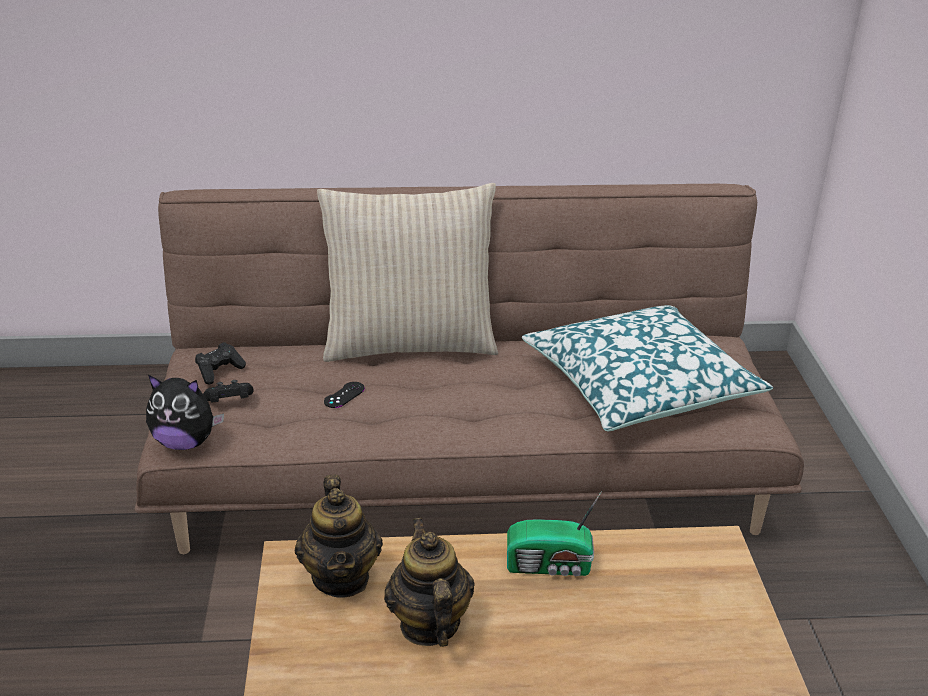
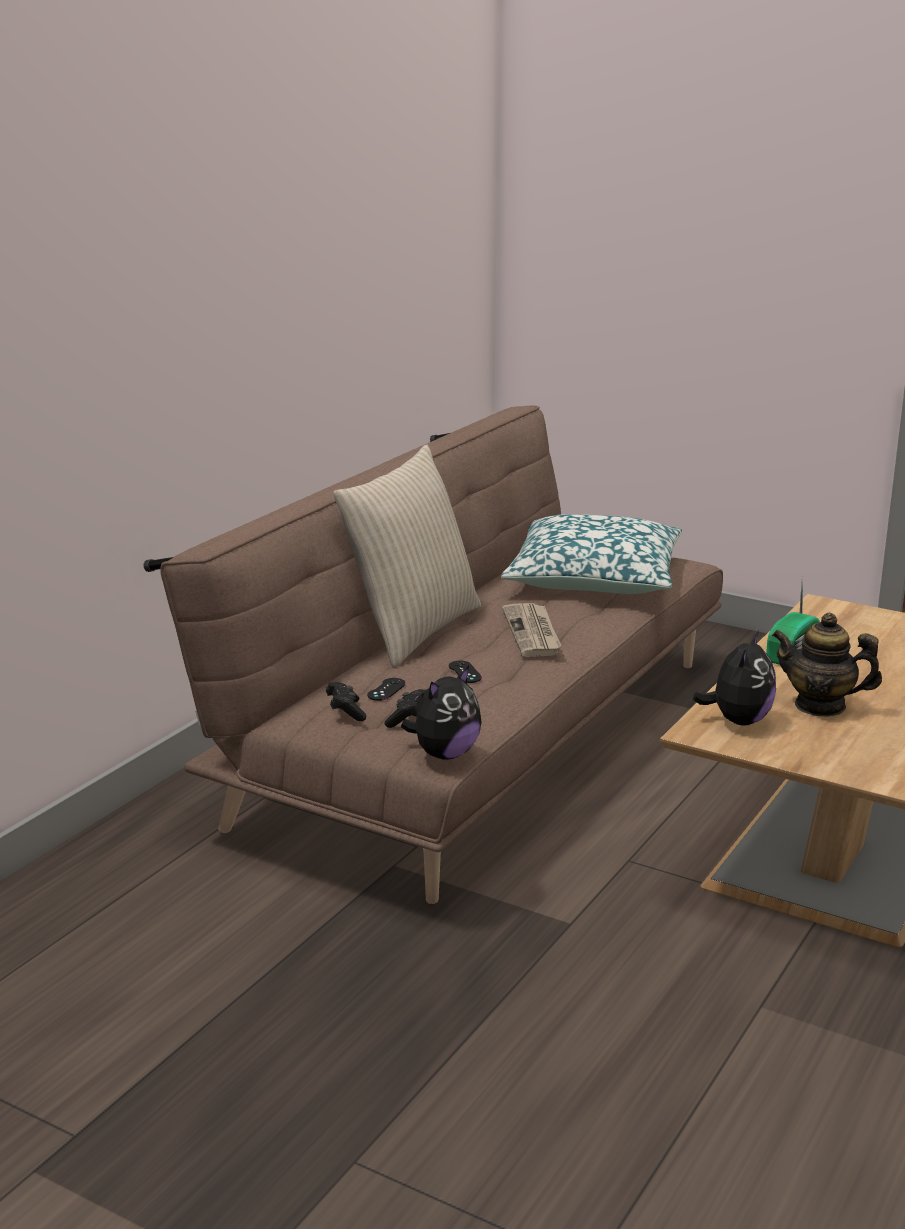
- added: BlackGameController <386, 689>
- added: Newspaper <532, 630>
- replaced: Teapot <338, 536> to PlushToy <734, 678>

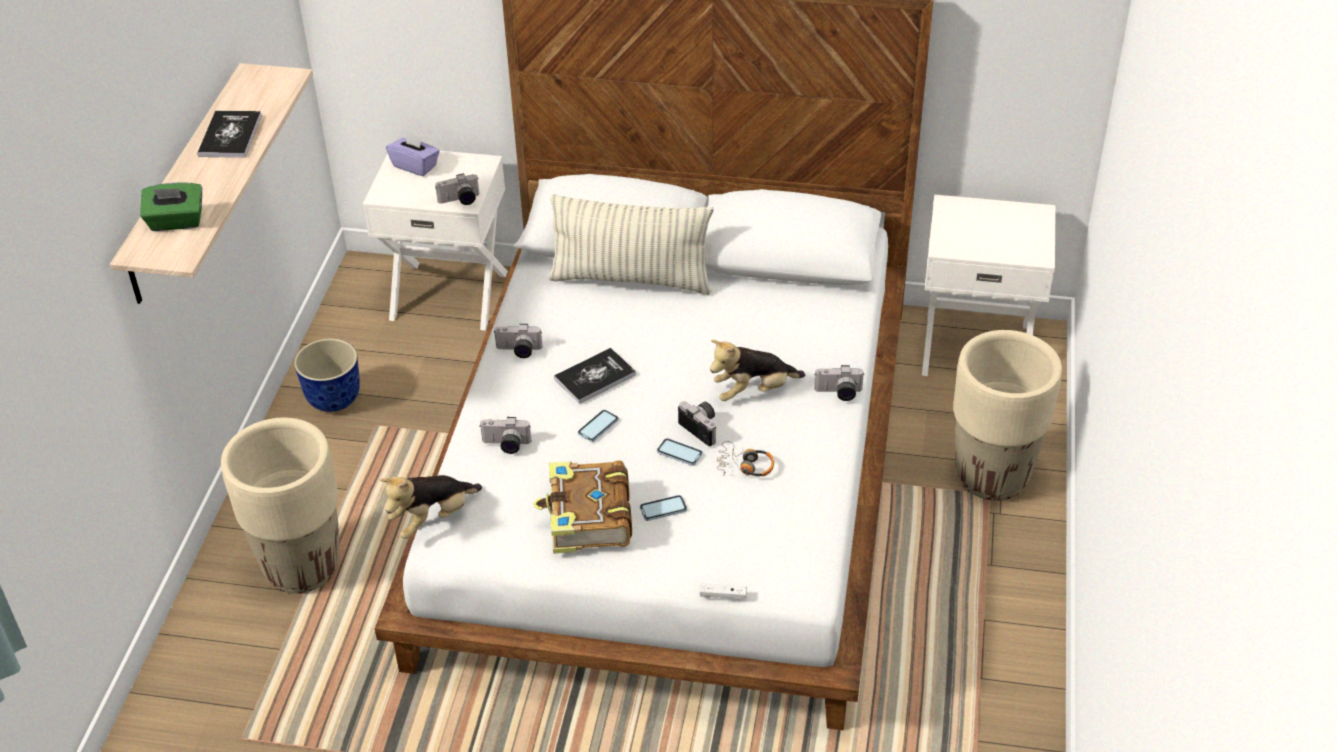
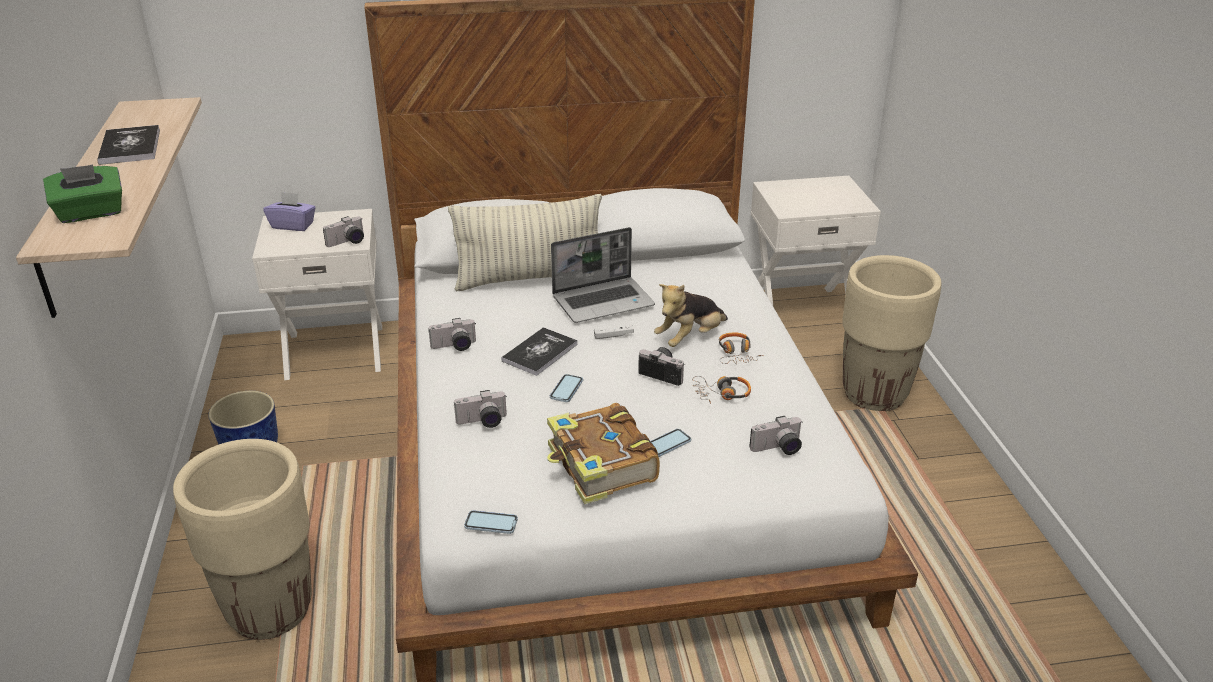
- removed: PlushToy <431, 507>
- added: Laptop <603, 275>
- added: Headphones <741, 348>
- moved: Phone <680, 452> to <491, 522>
- moved: WhiteGameController <723, 591> to <614, 331>
- moved: PhotoCamera <839, 383> to <775, 435>

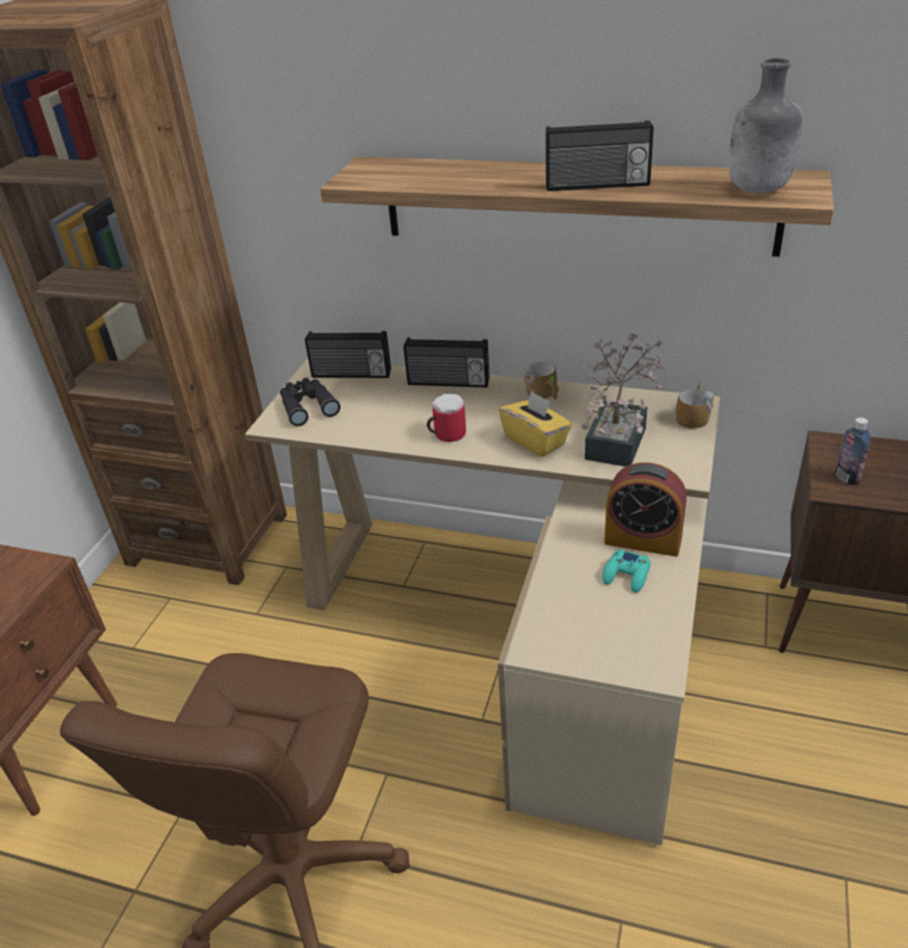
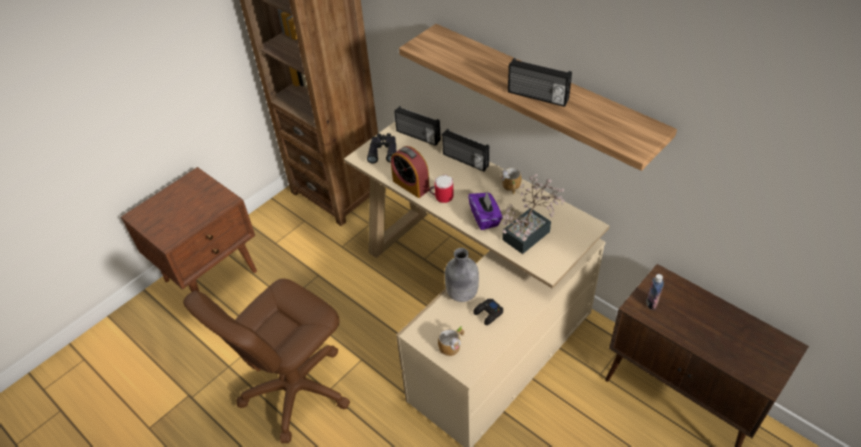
- moved: AlarmClock <645, 509> to <410, 172>
- moved: Mug <695, 405> to <451, 341>
- moved: GreyBottle <766, 125> to <462, 275>
- recoloured: YellowTissueBox <535, 424> to PurpleTissueBox <485, 211>
- recoloured: TurquoiseGameController <626, 571> to BlackGameController <488, 311>

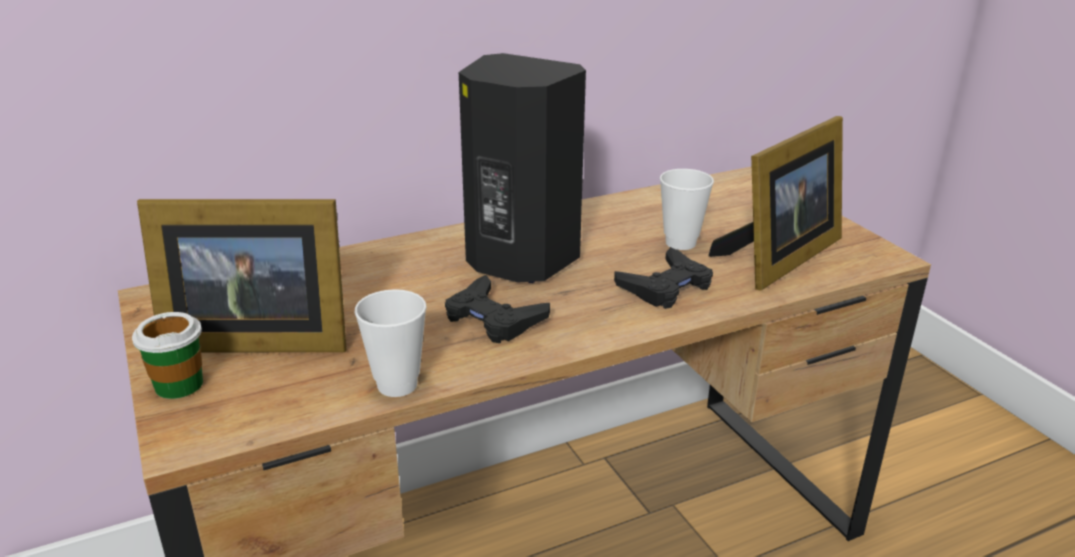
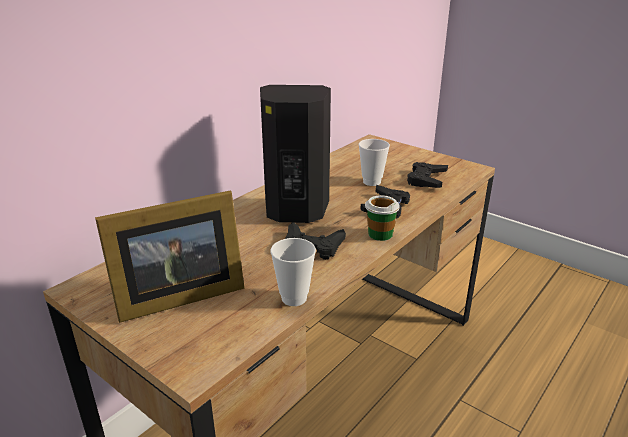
- moved: Cup <167, 355> to <382, 218>
- replaced: PictureFrame <776, 203> to BlackGameController <427, 175>

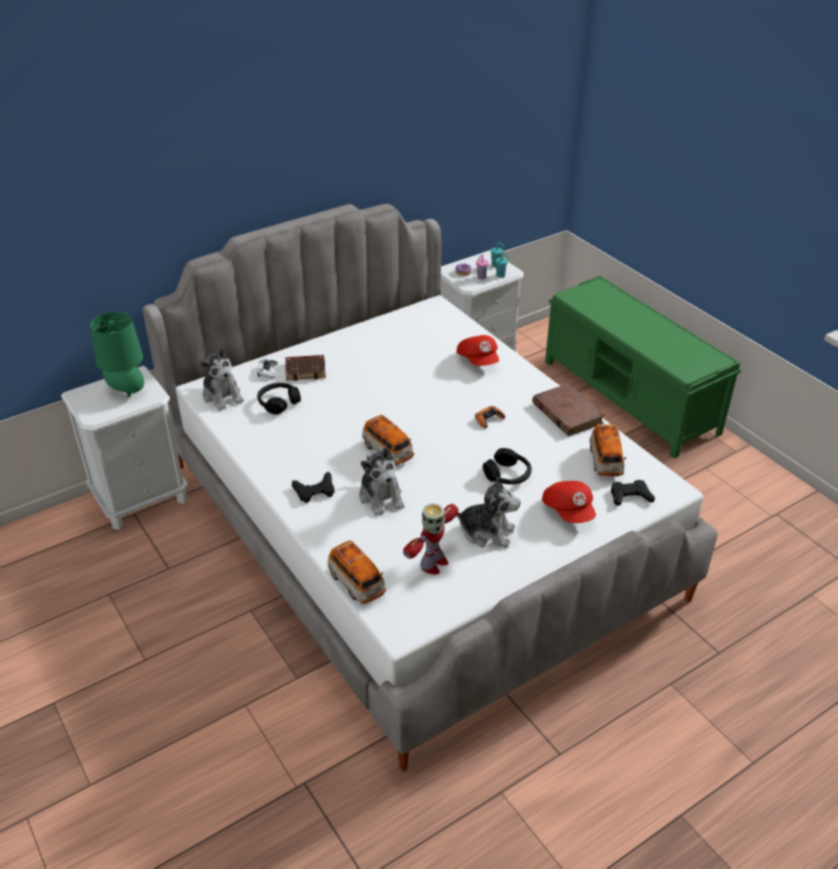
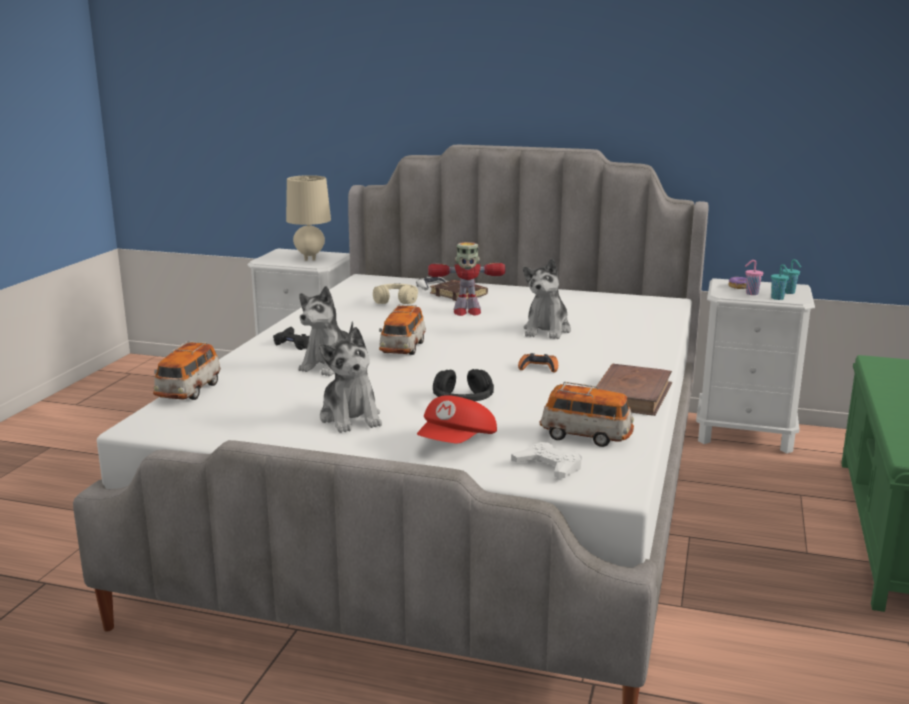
- removed: RedCap <478, 350>
- moved: PlushToy <222, 379> to <547, 298>
- moved: ToyRobot <430, 538> to <466, 279>
- recoloured: GreenTableLamp <117, 354> to BeigeTableLamp <308, 218>
- recoloured: BlackHeadphones <279, 399> to BeigeHeadphones <395, 294>
- recoloured: BlackGameController <633, 493> to WhiteGameController <546, 460>
- turned: ToyCar <608, 450> = <586, 414> 120 degrees counterclockwise

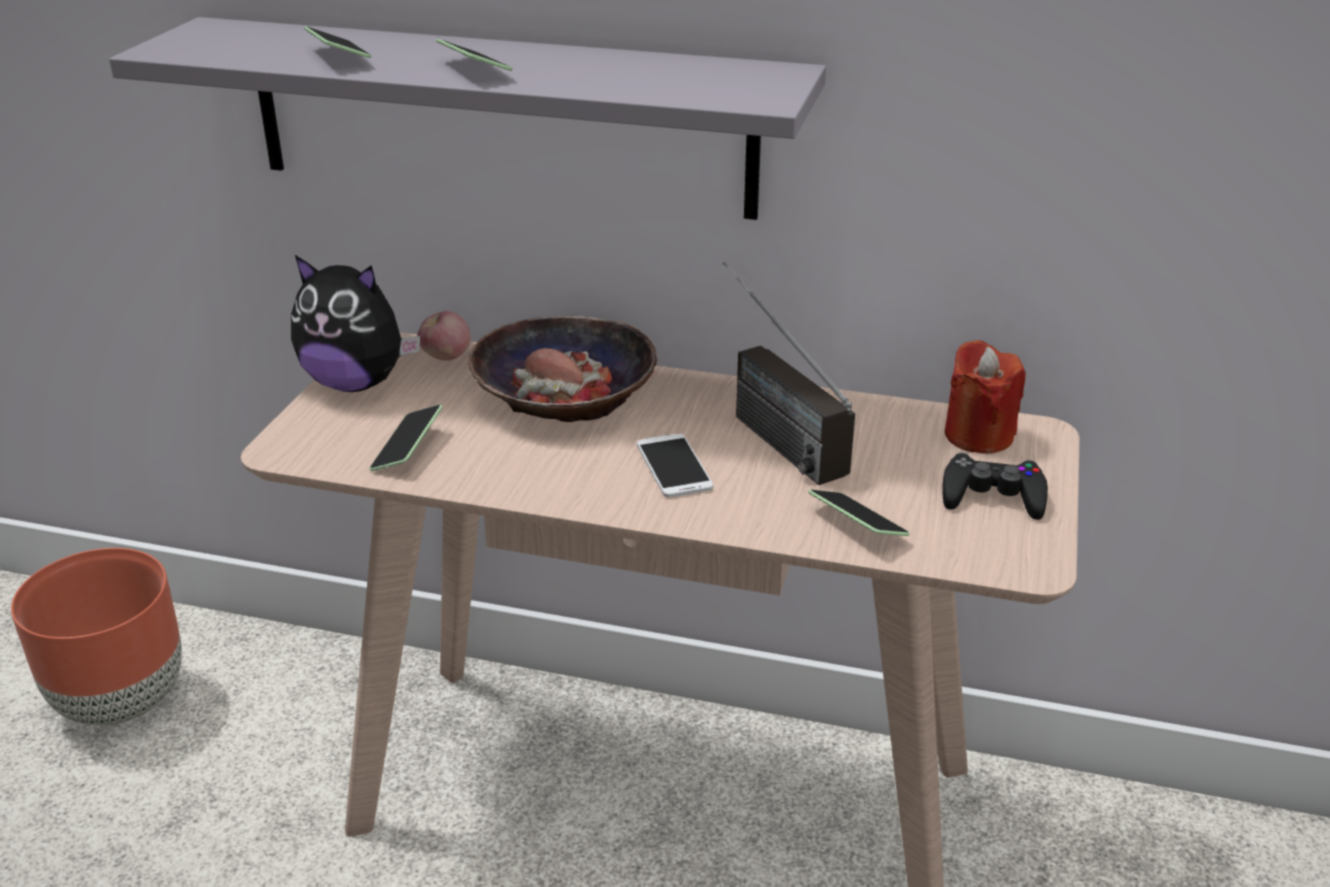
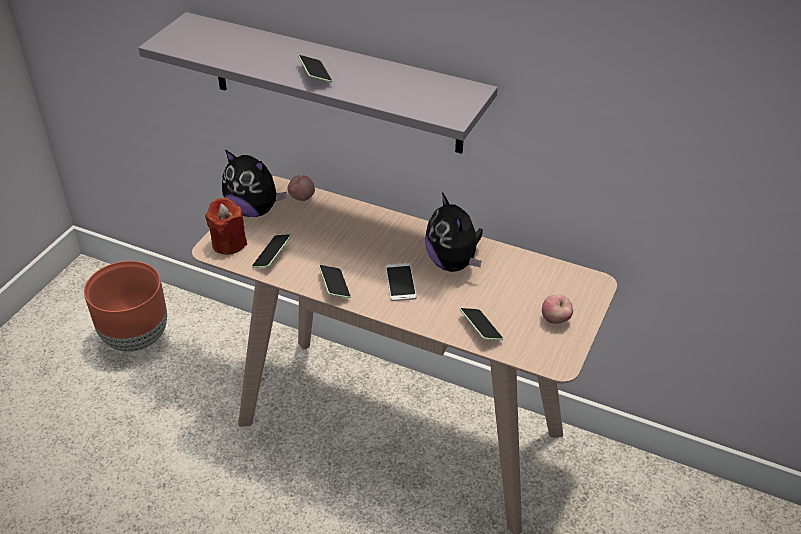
- removed: Bowl <562, 368>
- moved: Phone <337, 42> to <335, 281>
- moved: RedCandle <985, 397> to <226, 226>
- replaced: Radio <789, 373> to PlushToy <454, 232>
- replaced: BlackGameController <995, 486> to Apple <557, 309>

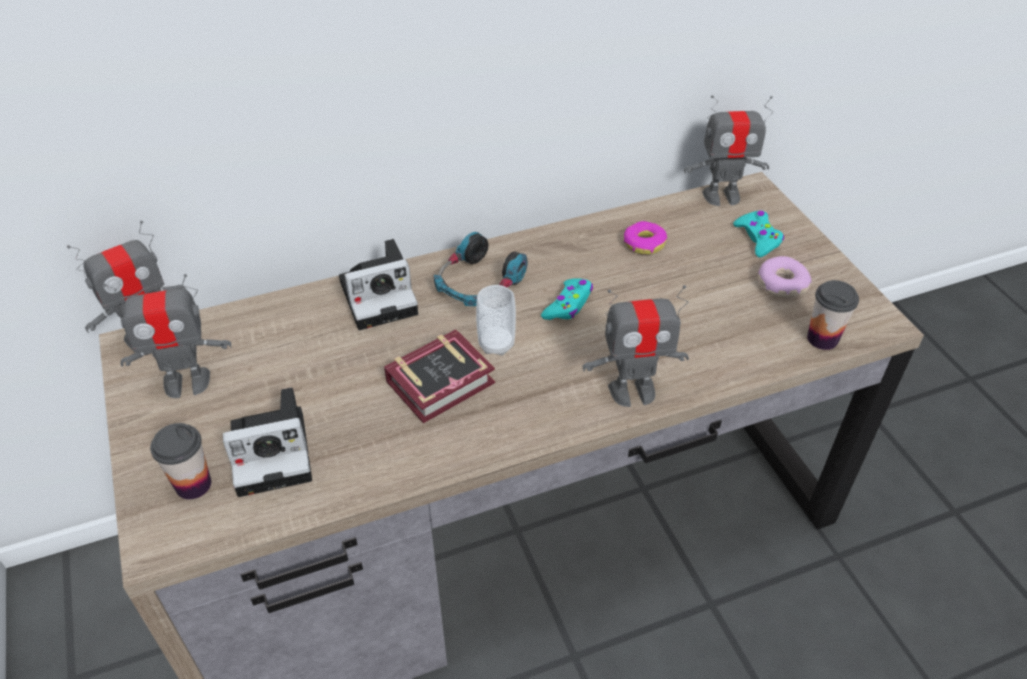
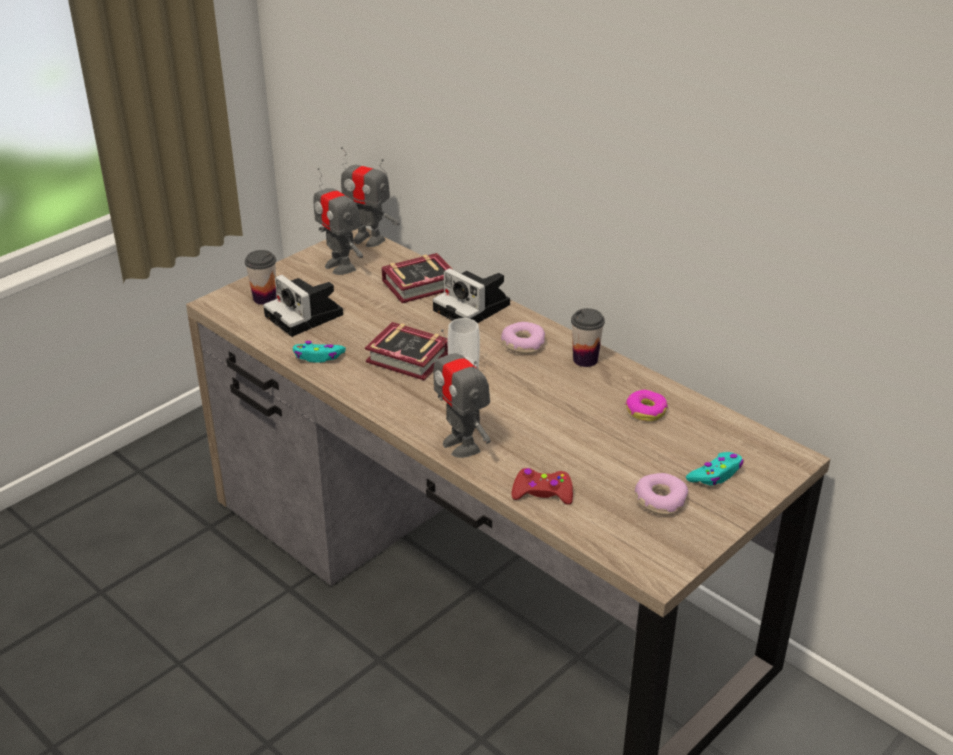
- removed: ToyRobot <728, 150>
- added: Book <417, 278>
- added: RedGameController <542, 486>
- moved: TurquoiseGameController <567, 299> to <319, 352>
- moved: Cup <833, 315> to <588, 337>
- replaced: Headphones <481, 269> to Donut <523, 338>

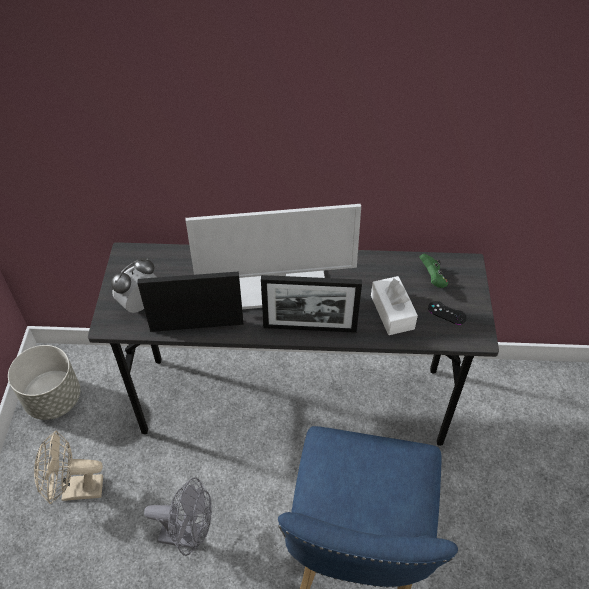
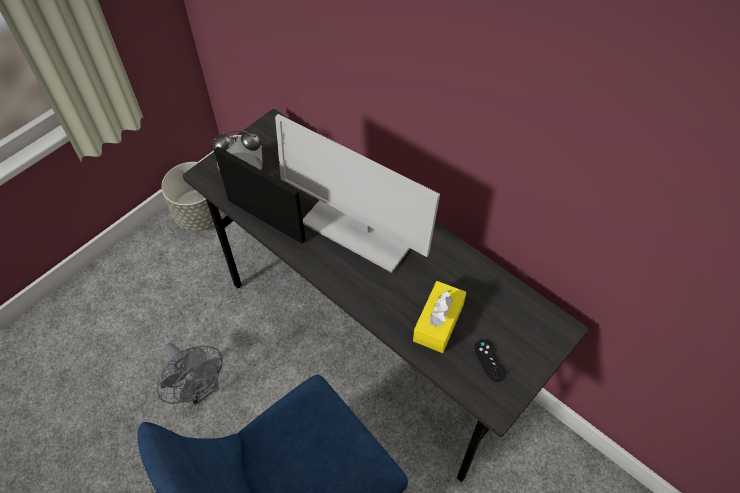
- removed: BeigeFan <68, 467>
- removed: PictureFrame <311, 304>
- removed: GreenGameController <433, 271>
- recoloured: WhiteTissueBox <394, 305> to YellowTissueBox <440, 317>

